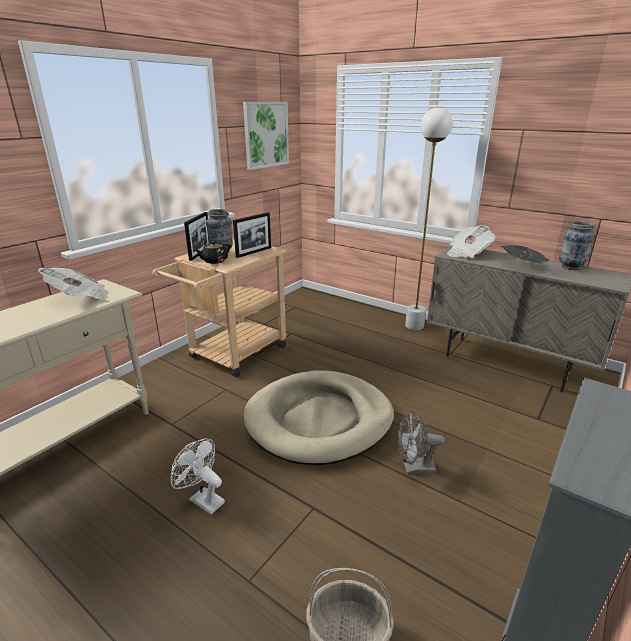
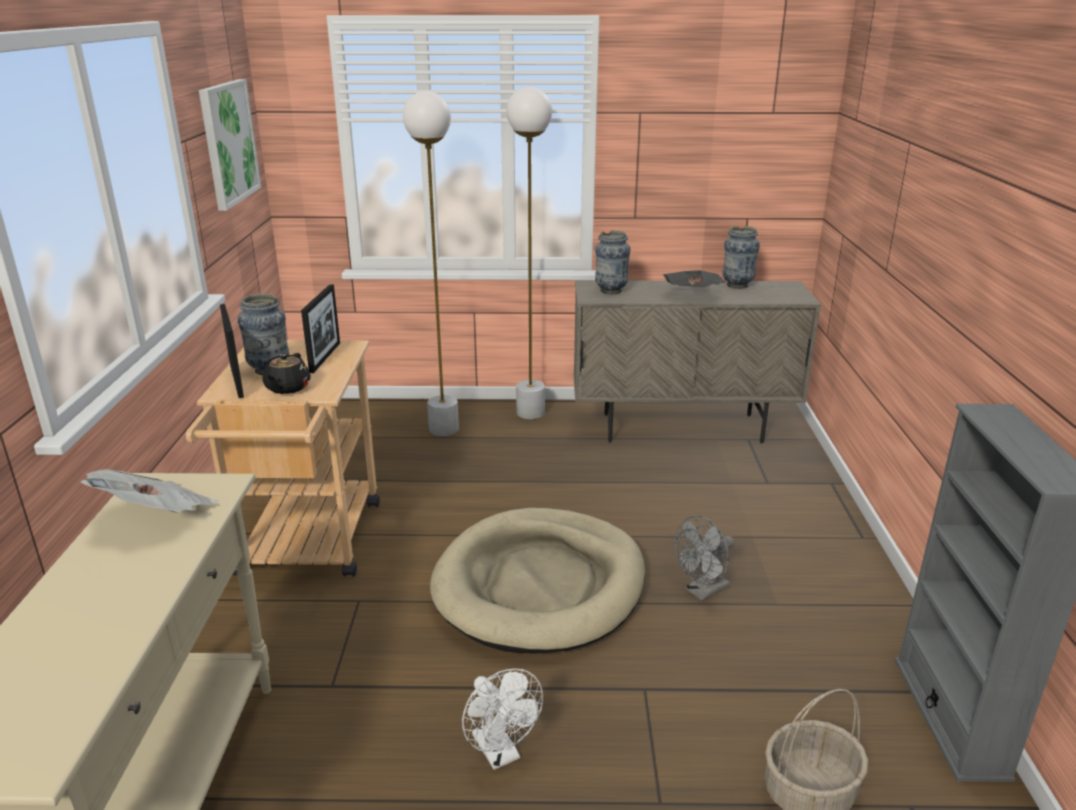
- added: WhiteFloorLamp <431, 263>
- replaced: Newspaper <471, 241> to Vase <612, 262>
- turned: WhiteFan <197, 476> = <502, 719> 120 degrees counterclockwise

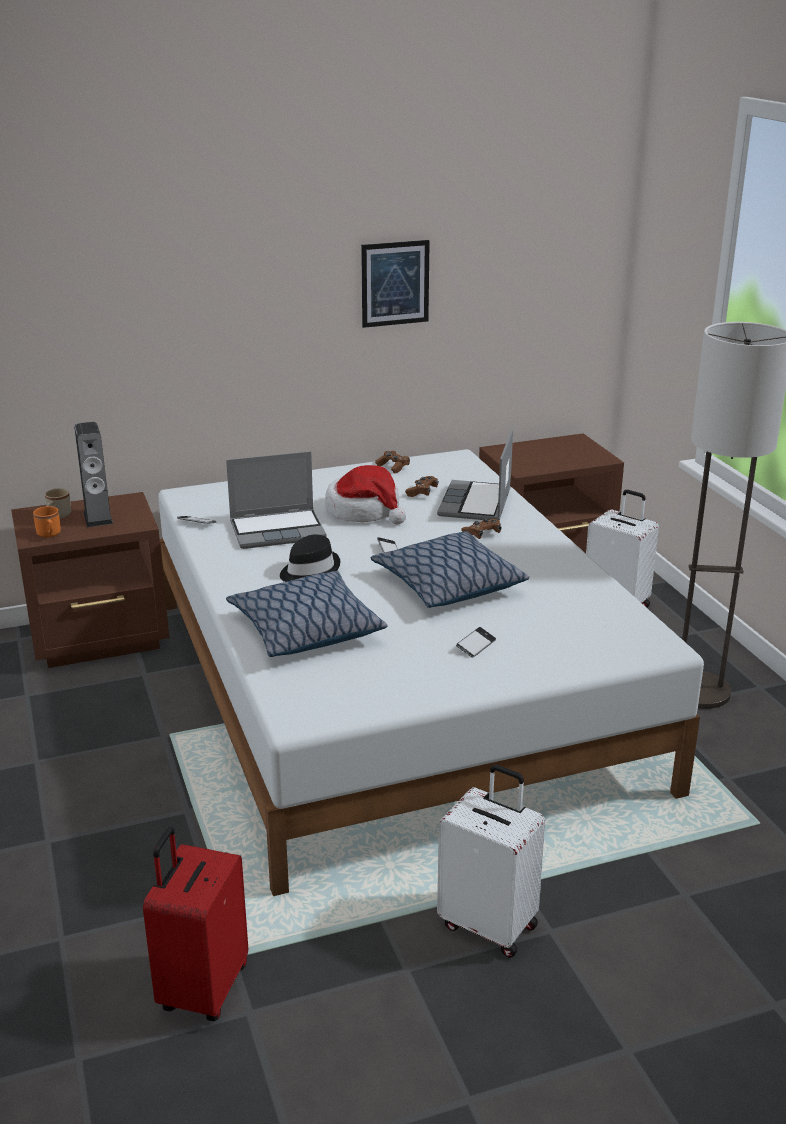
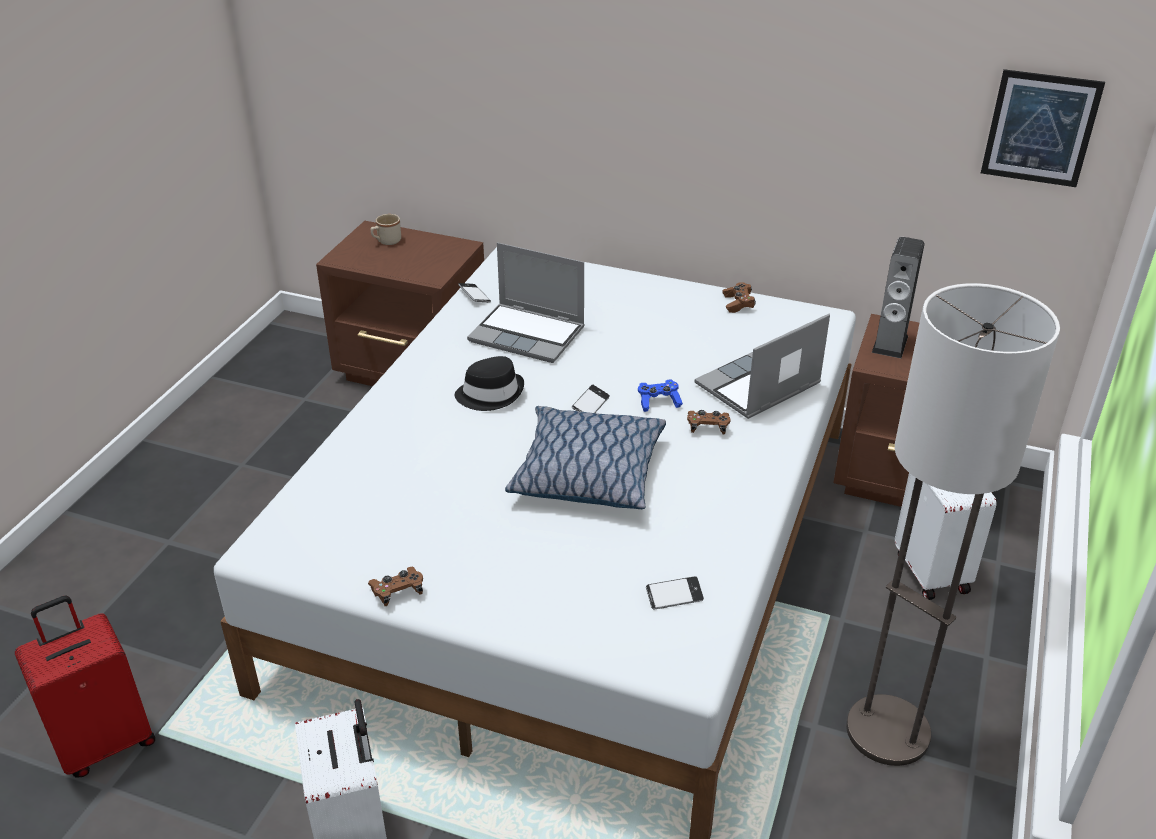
- removed: OrangeMug <47, 522>
- removed: Pillow <306, 614>
- removed: Hat <365, 494>
- added: BlueGameController <660, 396>
- moved: Speaker <93, 474> to <898, 297>
- moved: Picture <395, 284> to <1043, 128>
- moved: BrownGameController <422, 486> to <395, 586>
- moved: Phone <476, 642> to <675, 592>

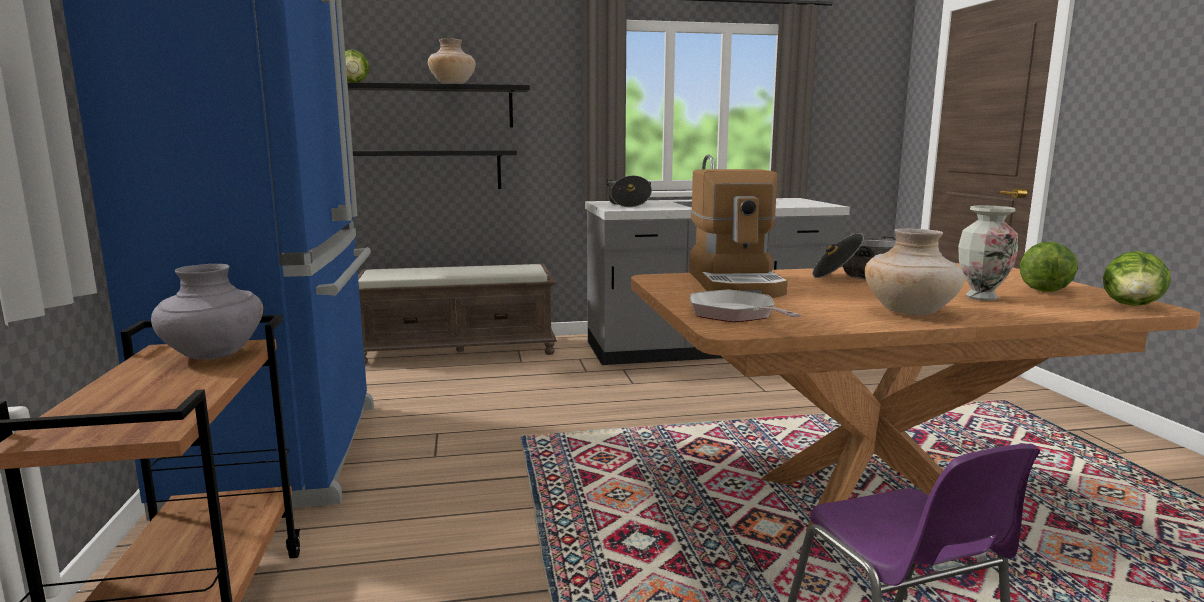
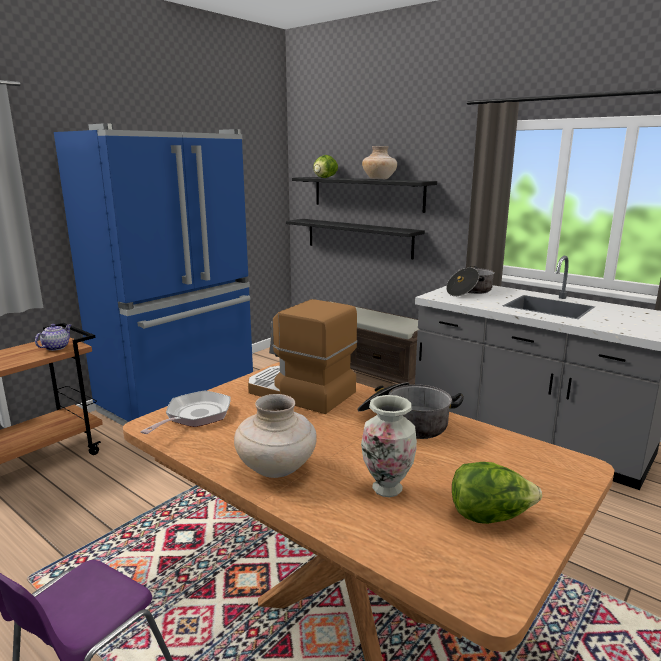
- removed: Lettuce <1137, 278>
- replaced: GreyVase <207, 312> to Teapot <53, 337>
- turned: CoffeeMachine <738, 233> = <302, 356> 75 degrees clockwise

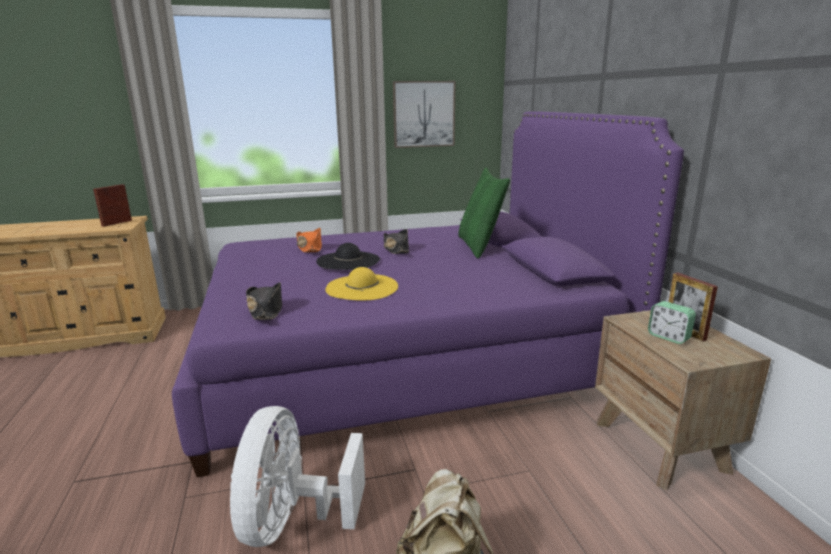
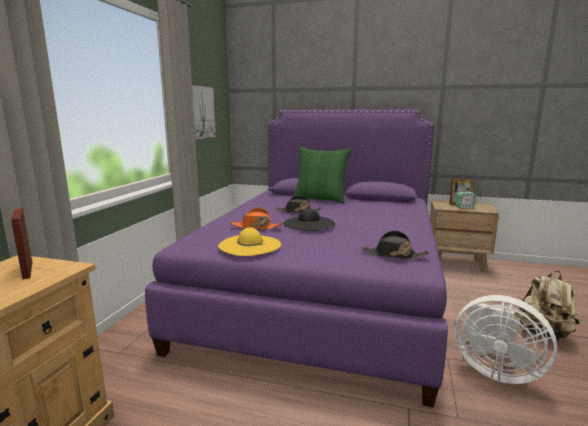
- moved: YellowHat <361, 284> to <249, 241>

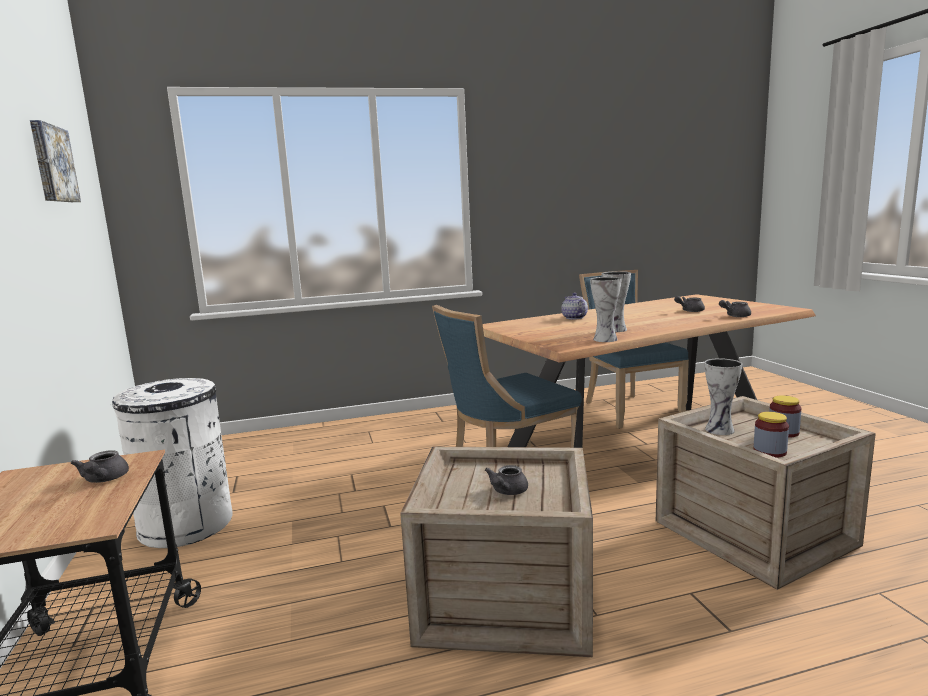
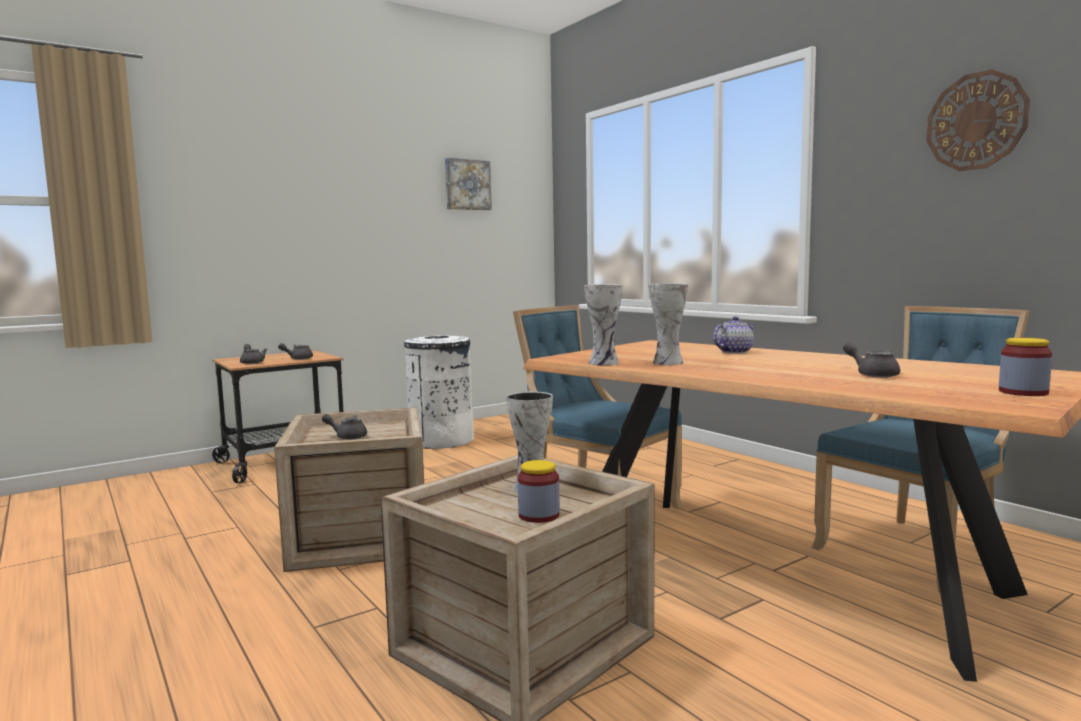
- added: WallClock <978, 120>
- moved: GreyTeapot <735, 308> to <253, 354>
- moved: Jar <771, 435> to <1025, 367>

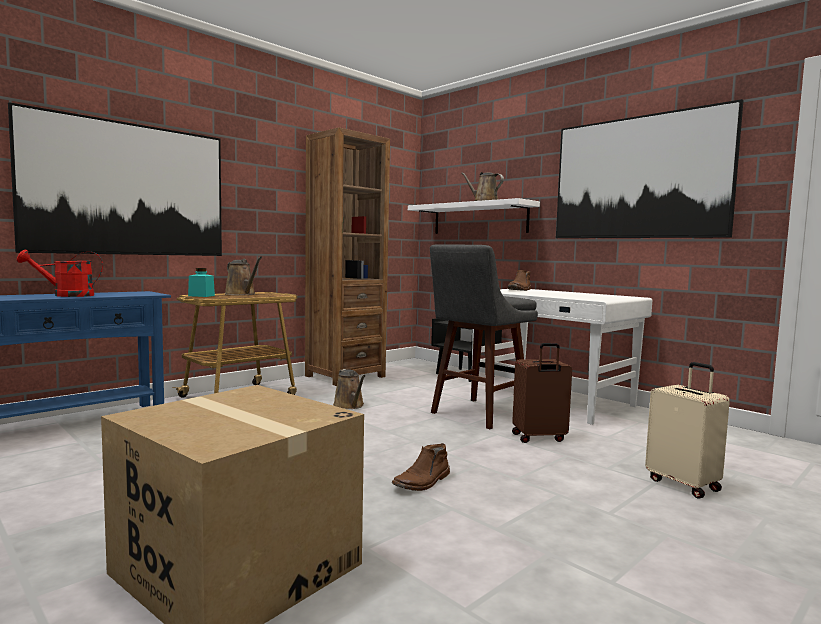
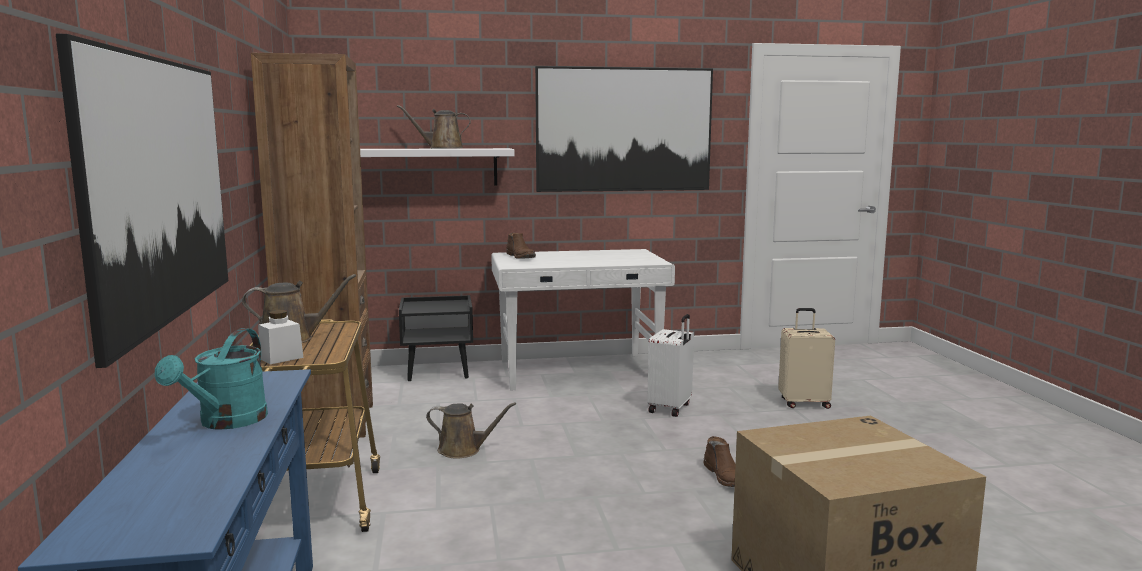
- removed: GreyStool <484, 337>
- recoloured: RedWateringCan <60, 273> to TurquoiseWateringCan <211, 379>
- recoloured: TurquoiseJar <201, 282> to WhiteJar <281, 337>
- recoloured: BrownSuitcase <542, 393> to WhiteSuitcase <670, 365>

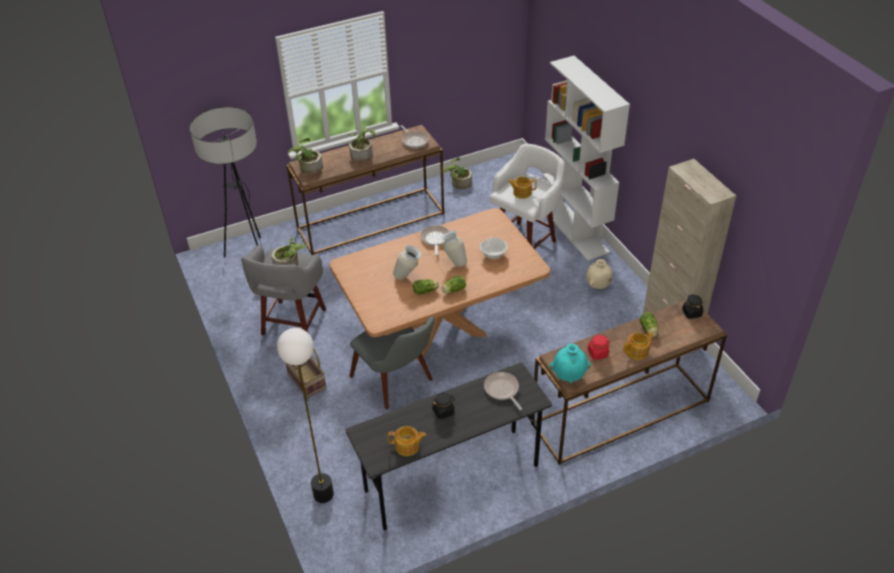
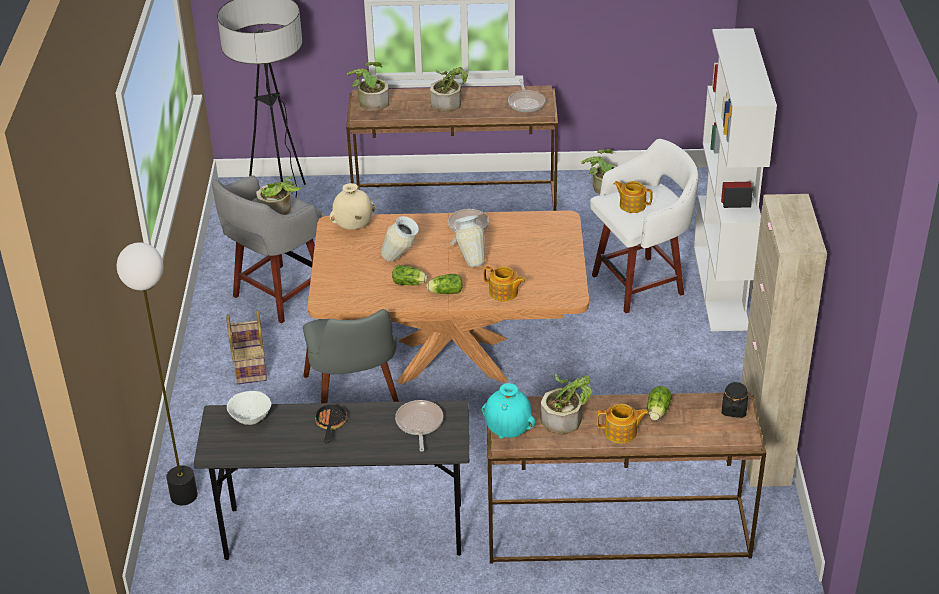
- moved: Teapot <407, 441> to <504, 283>
- moved: WhiteBowl <494, 248> to <249, 408>
- moved: BeigeVase <599, 274> to <352, 206>
- replaced: BlackJar <443, 406> to FryingPan <331, 424>
- replaced: RedJar <599, 347> to PottedPlant <566, 404>

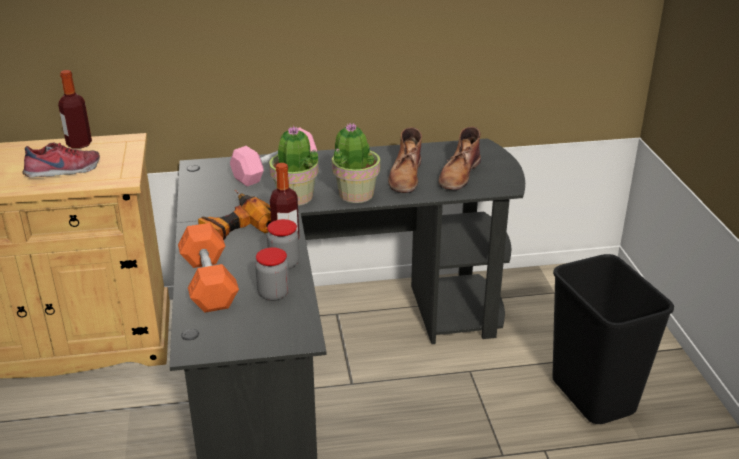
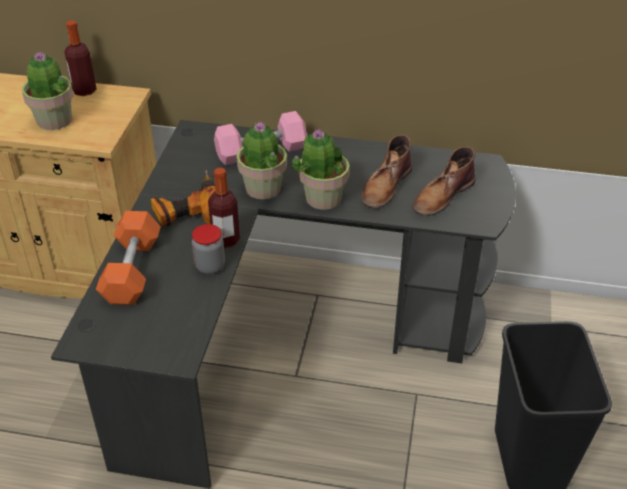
- removed: Jar <272, 274>
- replaced: Shoe <61, 160> to PottedPlant <48, 91>

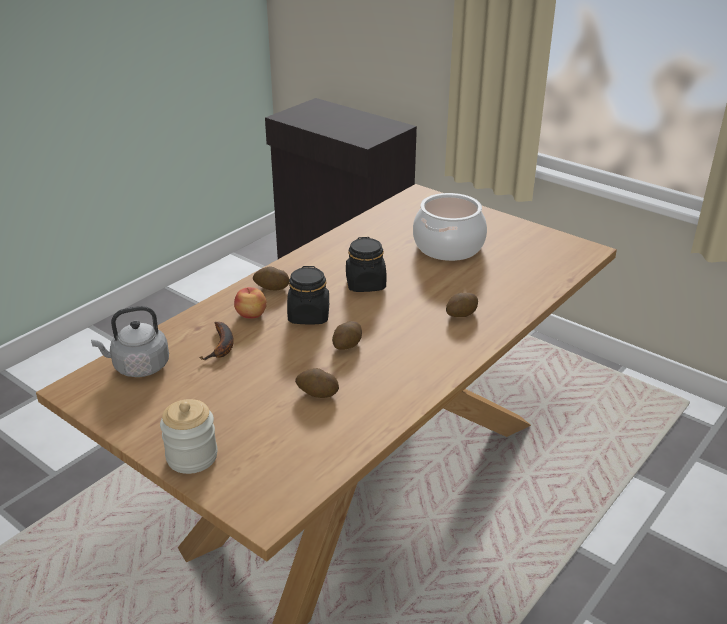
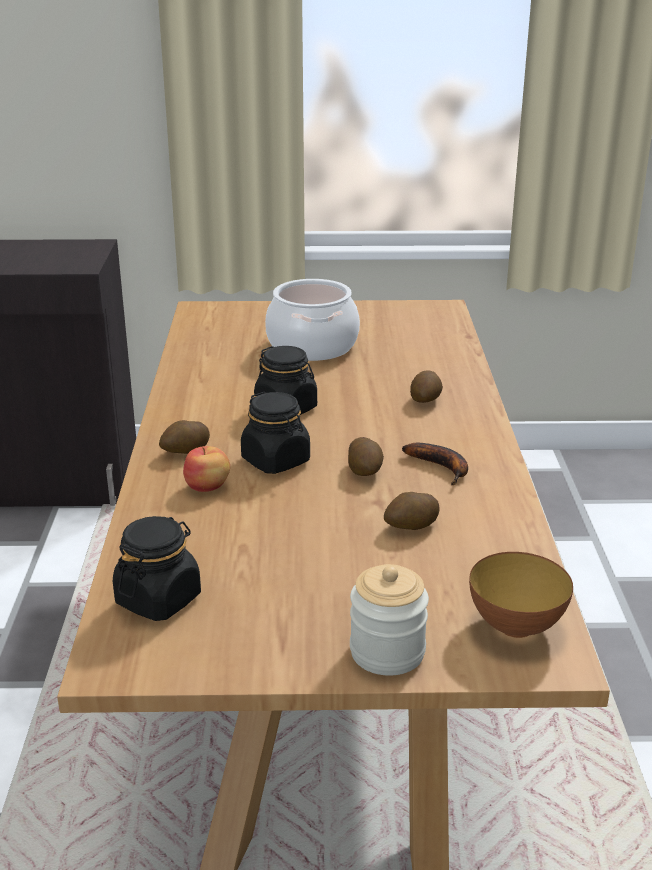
- added: Bowl <521, 595>
- moved: Banana <217, 341> to <435, 464>
- replaced: GreyKettle <130, 341> to BlackJar <157, 568>

